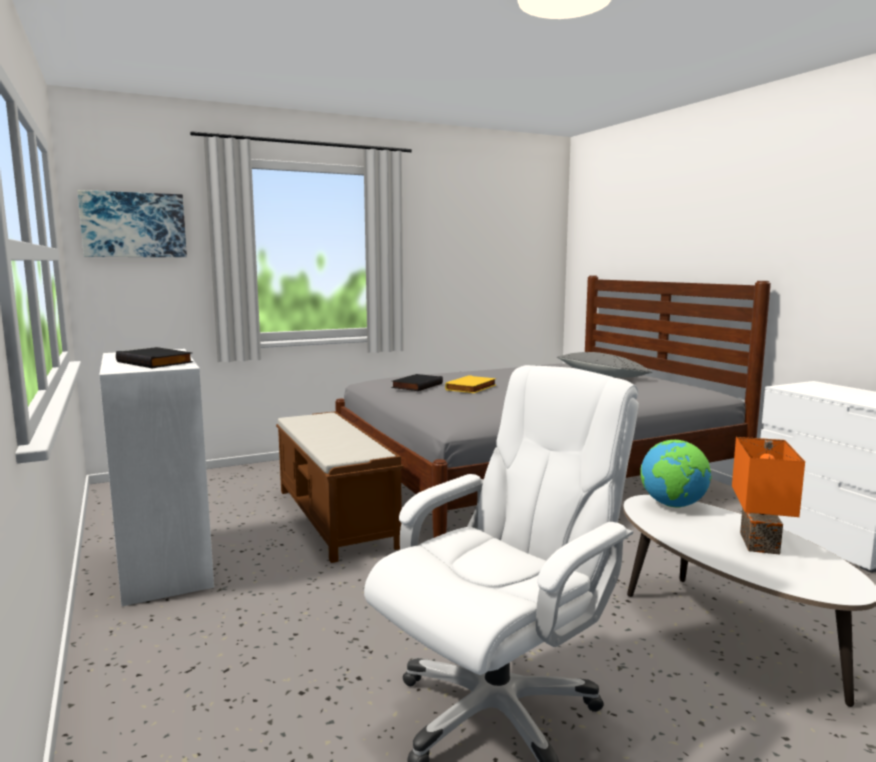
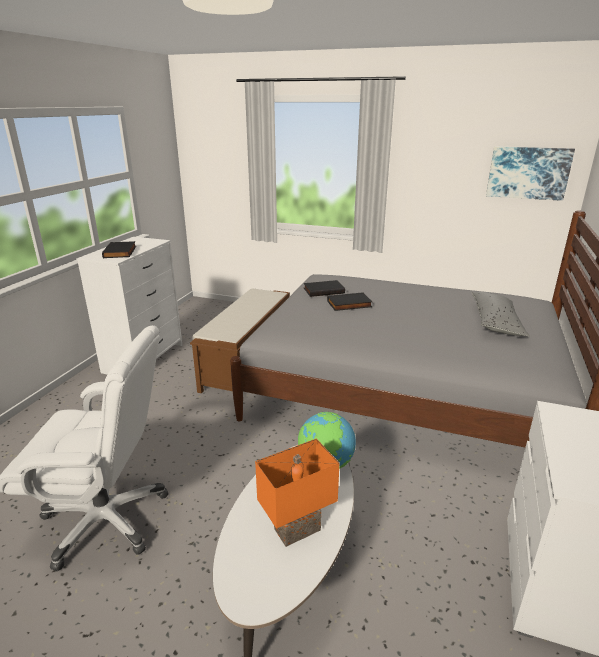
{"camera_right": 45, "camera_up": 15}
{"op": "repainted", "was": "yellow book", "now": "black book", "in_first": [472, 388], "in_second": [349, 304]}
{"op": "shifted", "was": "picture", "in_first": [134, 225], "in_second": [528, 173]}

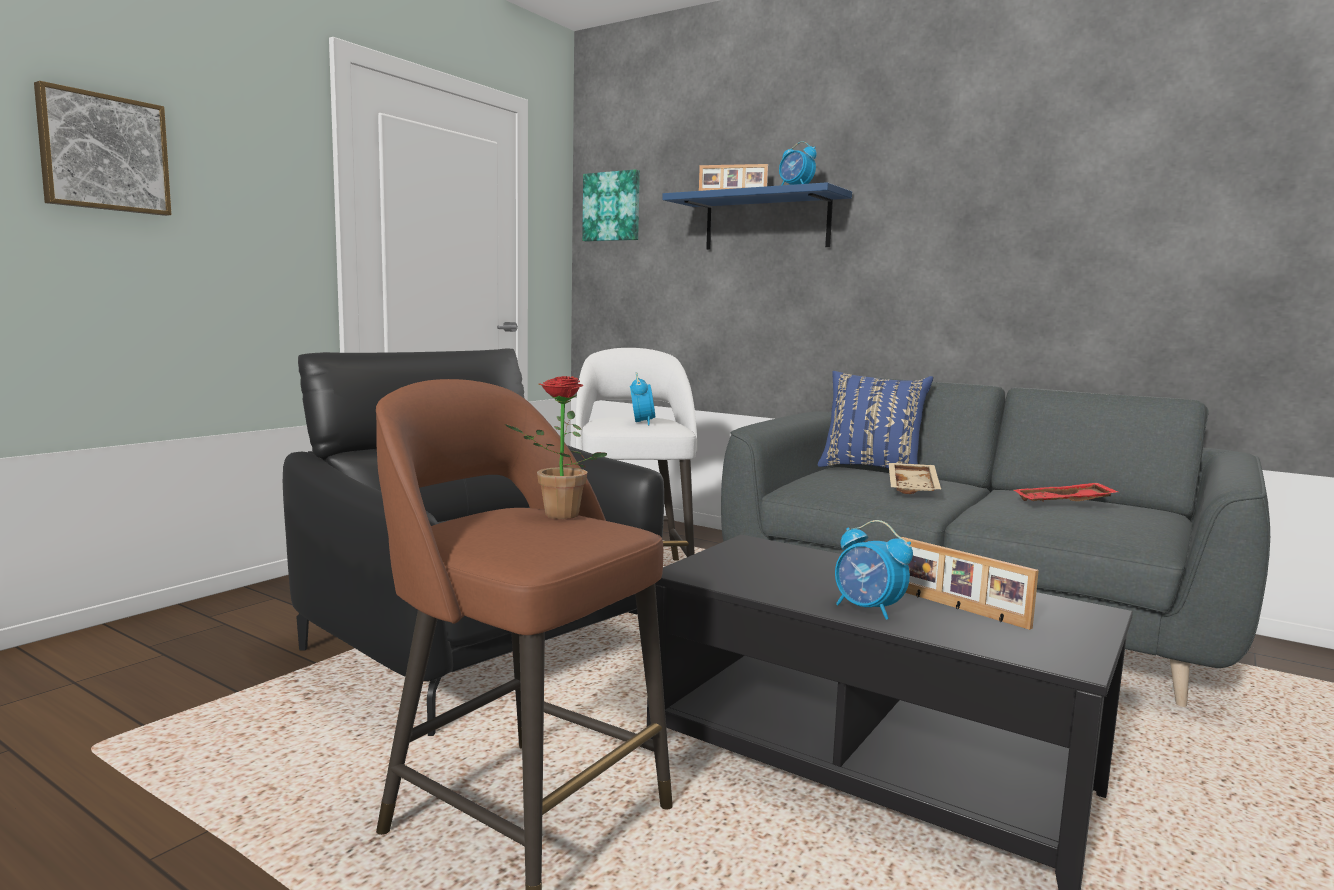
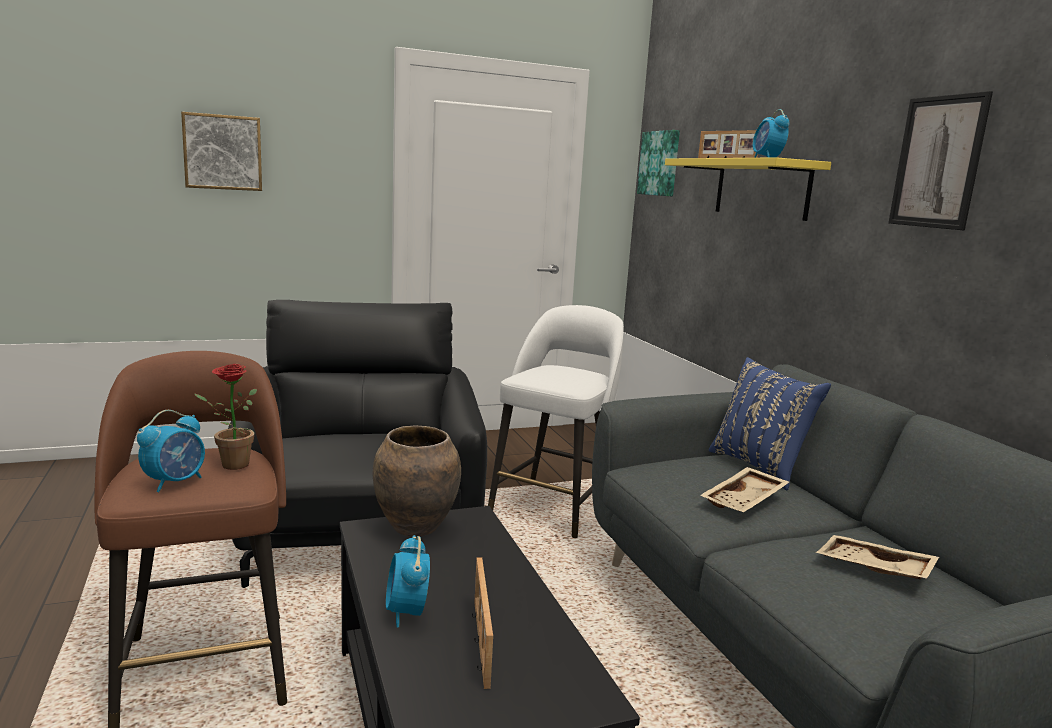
{"camera_right": 35, "camera_up": 5}
{"op": "shifted", "was": "alarm clock", "in_first": [642, 423], "in_second": [175, 482]}
{"op": "new", "now": "brown vase", "in_second": [416, 527]}
{"op": "repainted", "was": "blue shelf", "now": "yellow shelf", "in_first": [767, 222], "in_second": [761, 189]}
{"op": "repainted", "was": "red tray", "now": "beige tray", "in_first": [1063, 504], "in_second": [873, 569]}
{"op": "new", "now": "picture", "in_second": [938, 162]}

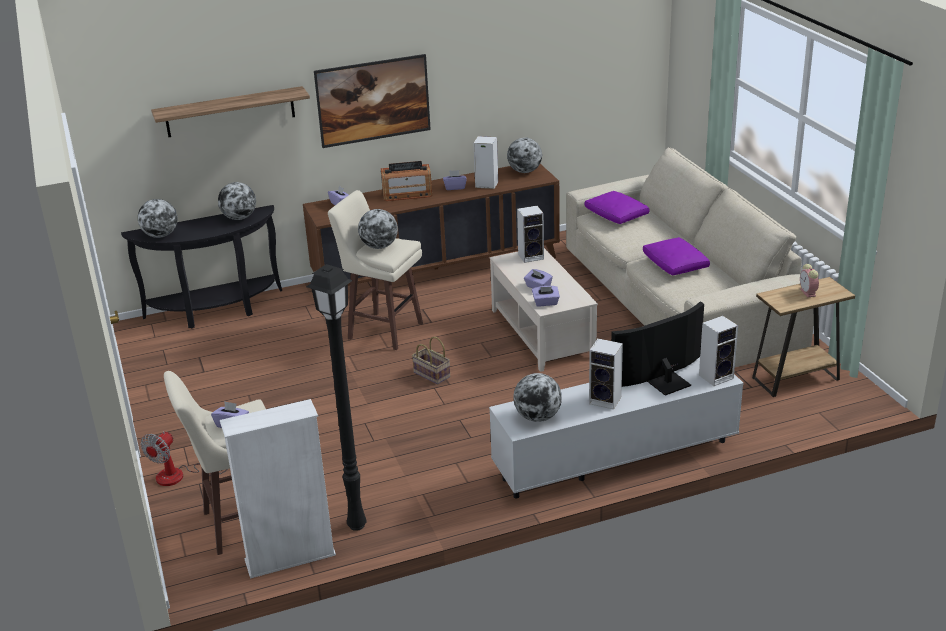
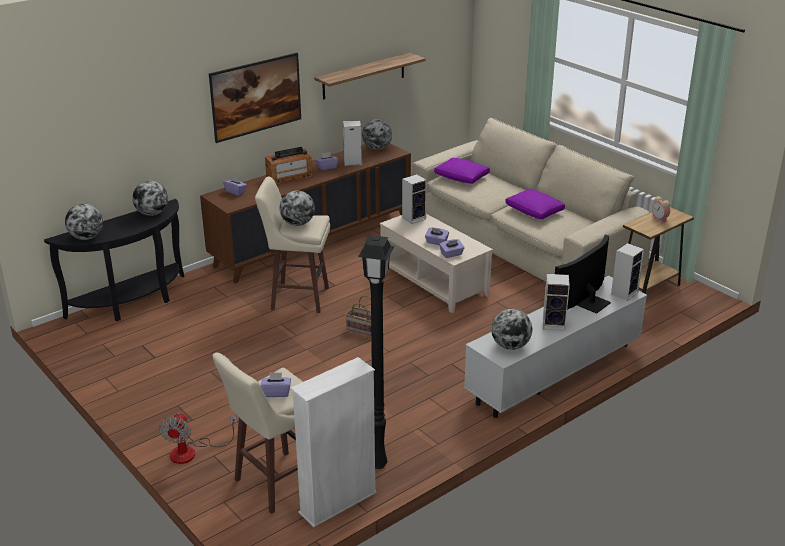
{"camera_right": -20, "camera_up": 0}
{"op": "shifted", "was": "shelf", "in_first": [230, 112], "in_second": [364, 76]}

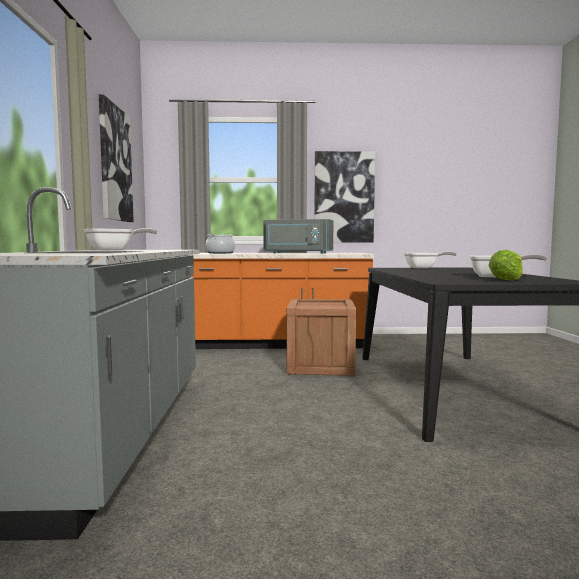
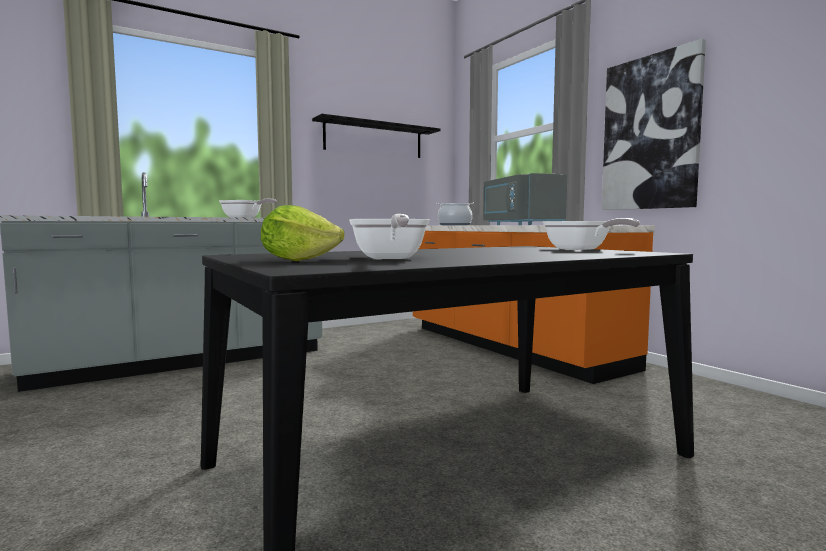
{"camera_right": 60, "camera_up": 0}
{"op": "swapped", "was": "picture", "now": "black shelf", "in_first": [115, 164], "in_second": [374, 139]}
{"op": "gone", "was": "crate", "in_first": [321, 366]}

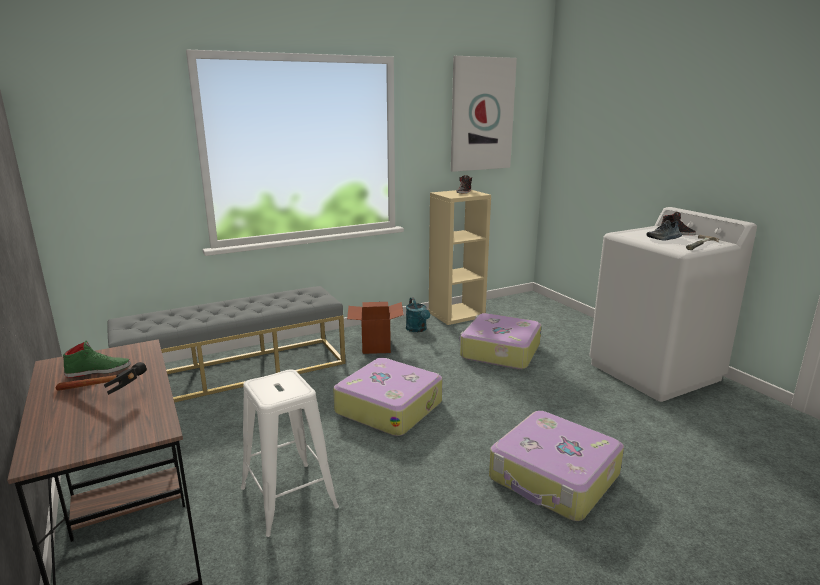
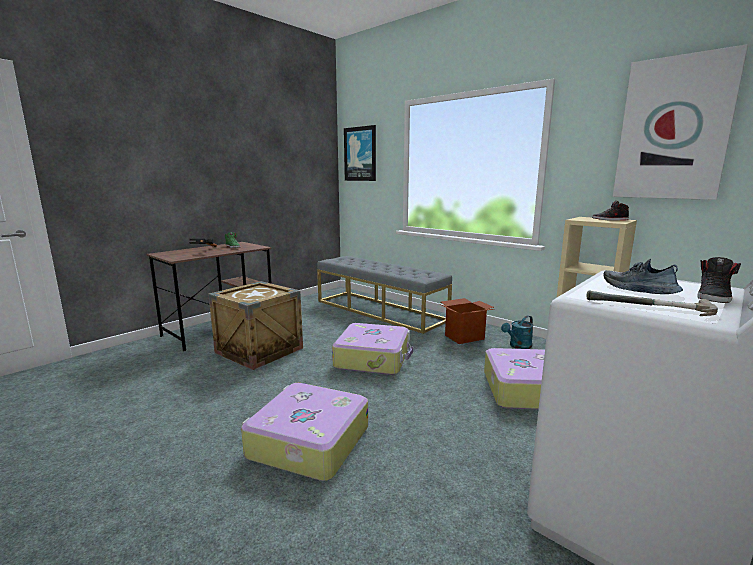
{"camera_right": 70, "camera_up": -5}
{"op": "swapped", "was": "white stool", "now": "crate", "in_first": [288, 497], "in_second": [259, 350]}
{"op": "new", "now": "picture", "in_second": [360, 154]}

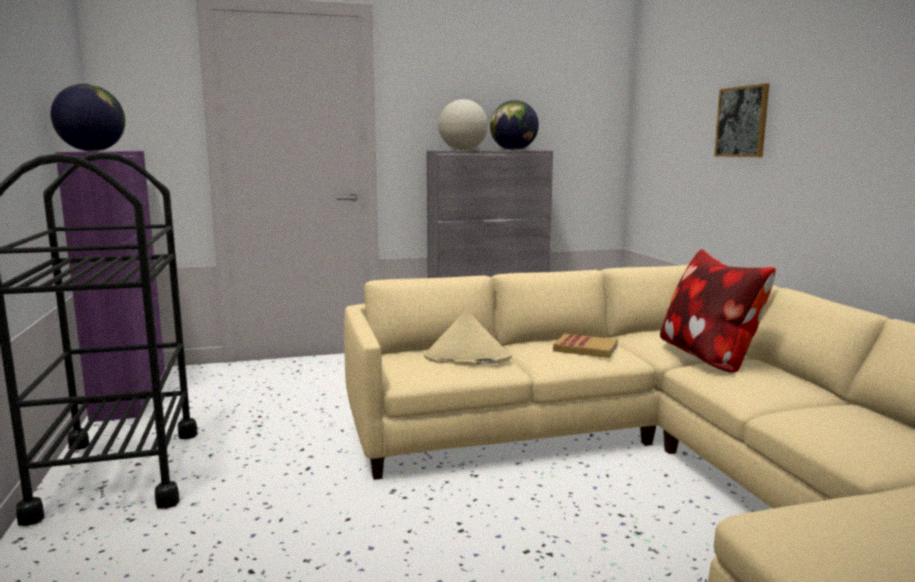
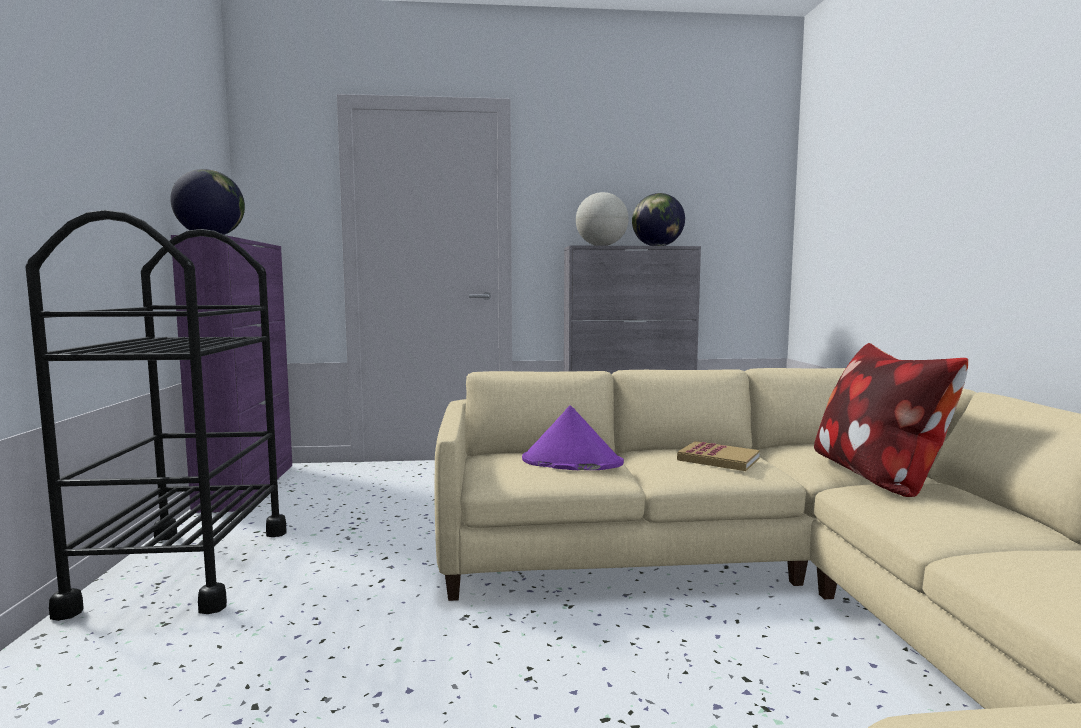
{"camera_right": 10, "camera_up": -5}
{"op": "repainted", "was": "beige hat", "now": "purple hat", "in_first": [467, 357], "in_second": [571, 462]}
{"op": "gone", "was": "picture", "in_first": [742, 122]}

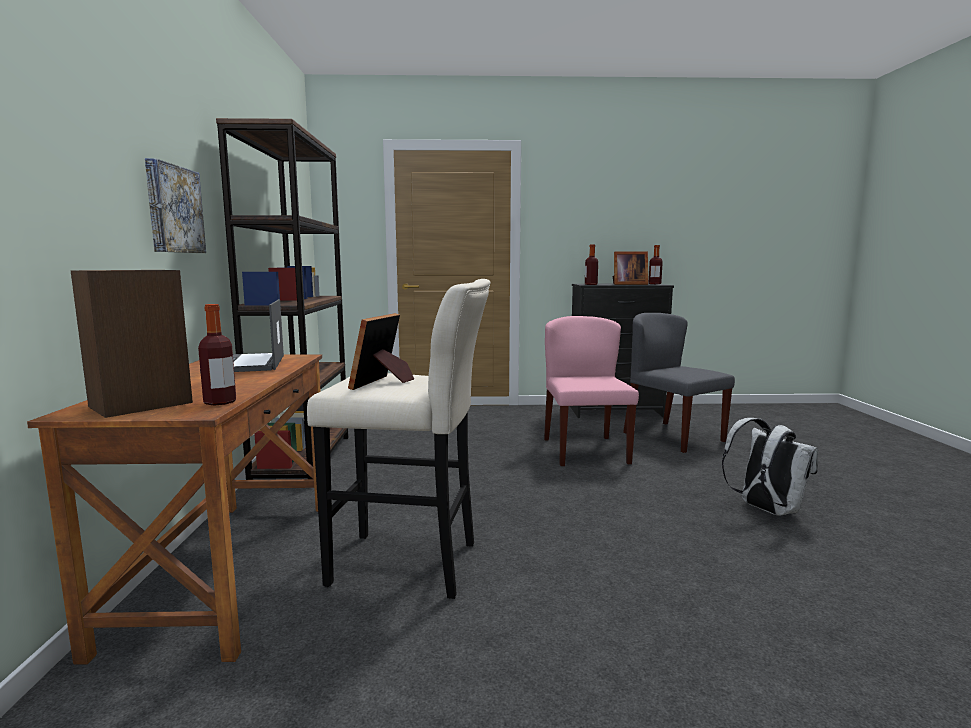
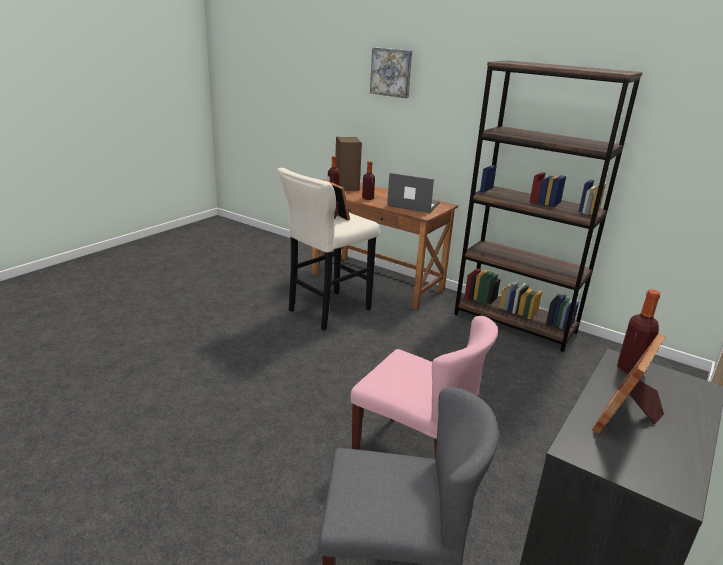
{"camera_right": 125, "camera_up": 15}
{"op": "shifted", "was": "bottle", "in_first": [654, 284], "in_second": [367, 198]}
{"op": "shifted", "was": "picture", "in_first": [172, 209], "in_second": [391, 72]}
{"op": "gone", "was": "white backpack", "in_first": [765, 509]}

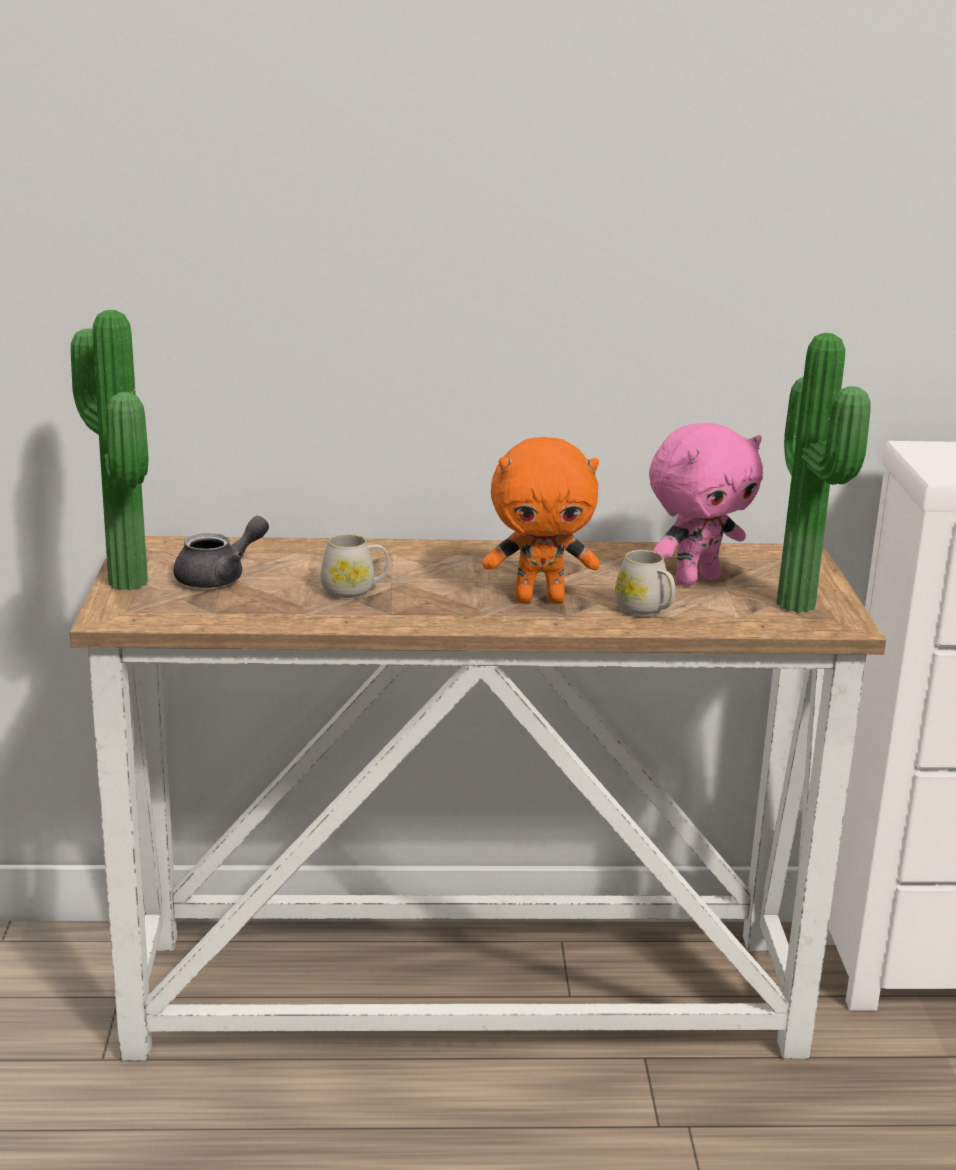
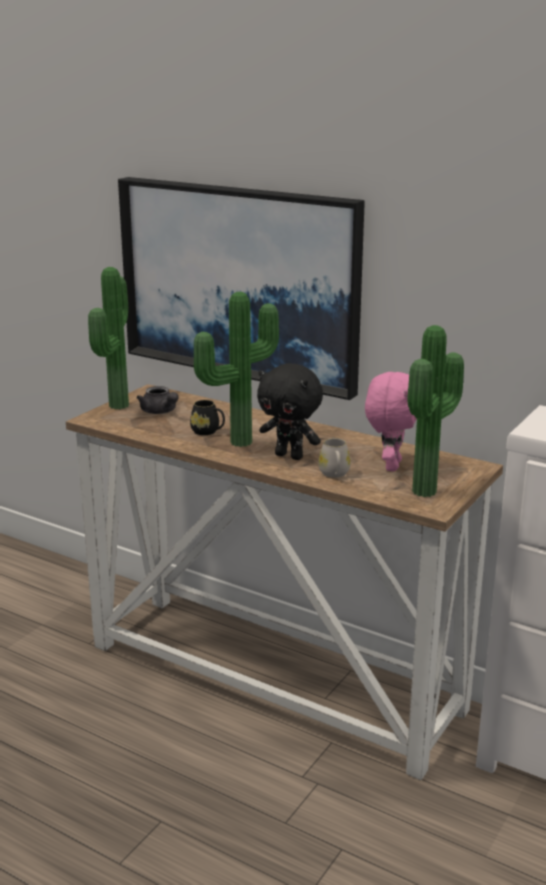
{"camera_right": 35, "camera_up": 0}
{"op": "new", "now": "picture", "in_second": [239, 282]}
{"op": "rotated", "was": "grey teapot", "in_first": [220, 577], "in_second": [160, 412], "clockwise": 60}
{"op": "repainted", "was": "white mug", "now": "black mug", "in_first": [354, 591], "in_second": [208, 431]}
{"op": "new", "now": "potted plant", "in_second": [238, 441]}
{"op": "repainted", "was": "orange plush toy", "now": "black plush toy", "in_first": [540, 599], "in_second": [290, 456]}
{"op": "rotated", "was": "pink plush toy", "in_first": [696, 579], "in_second": [391, 465], "clockwise": -75}

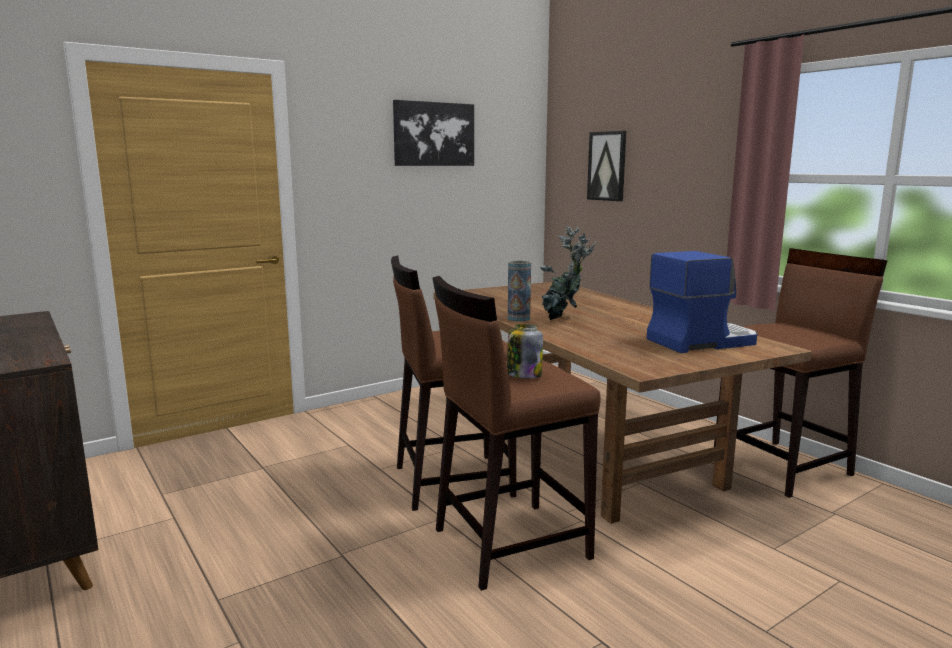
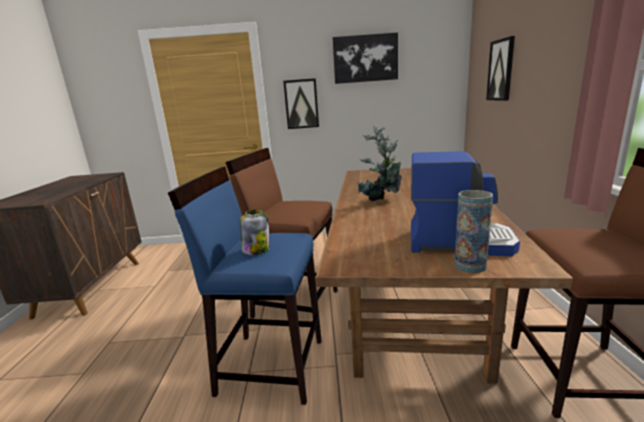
{"camera_right": 35, "camera_up": 5}
{"op": "repainted", "was": "brown stool", "now": "blue stool", "in_first": [509, 543], "in_second": [270, 365]}
{"op": "new", "now": "picture", "in_second": [301, 104]}
{"op": "shifted", "was": "vase", "in_first": [518, 319], "in_second": [470, 265]}

